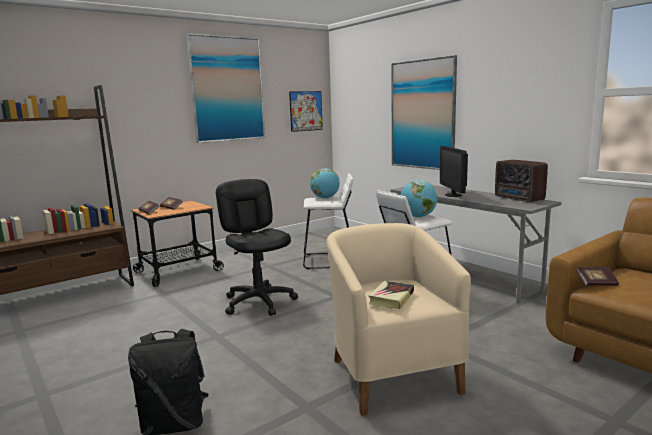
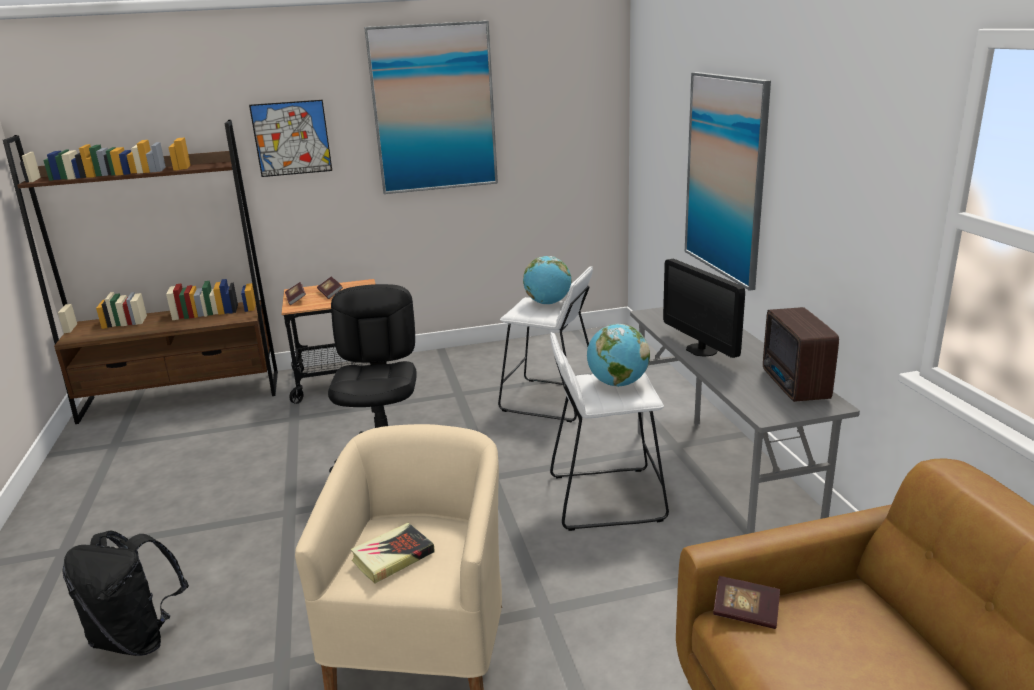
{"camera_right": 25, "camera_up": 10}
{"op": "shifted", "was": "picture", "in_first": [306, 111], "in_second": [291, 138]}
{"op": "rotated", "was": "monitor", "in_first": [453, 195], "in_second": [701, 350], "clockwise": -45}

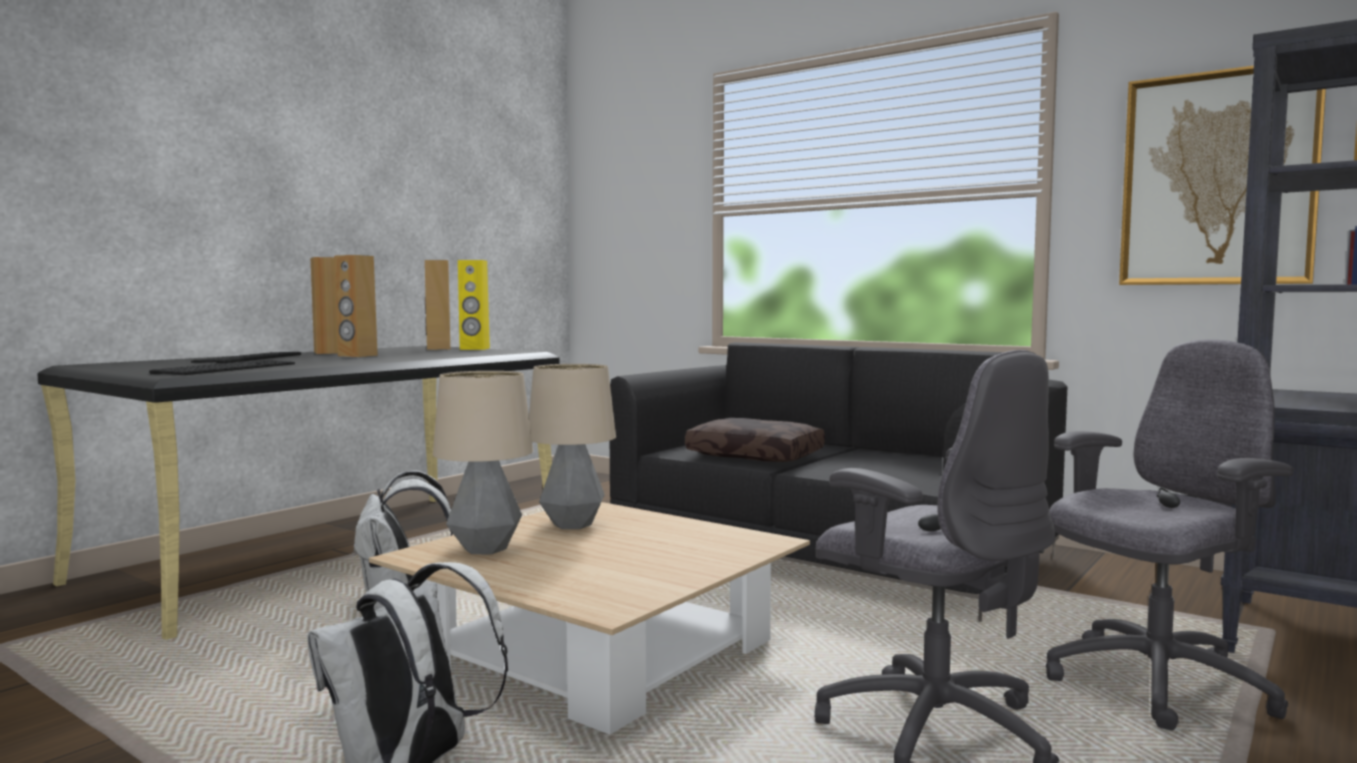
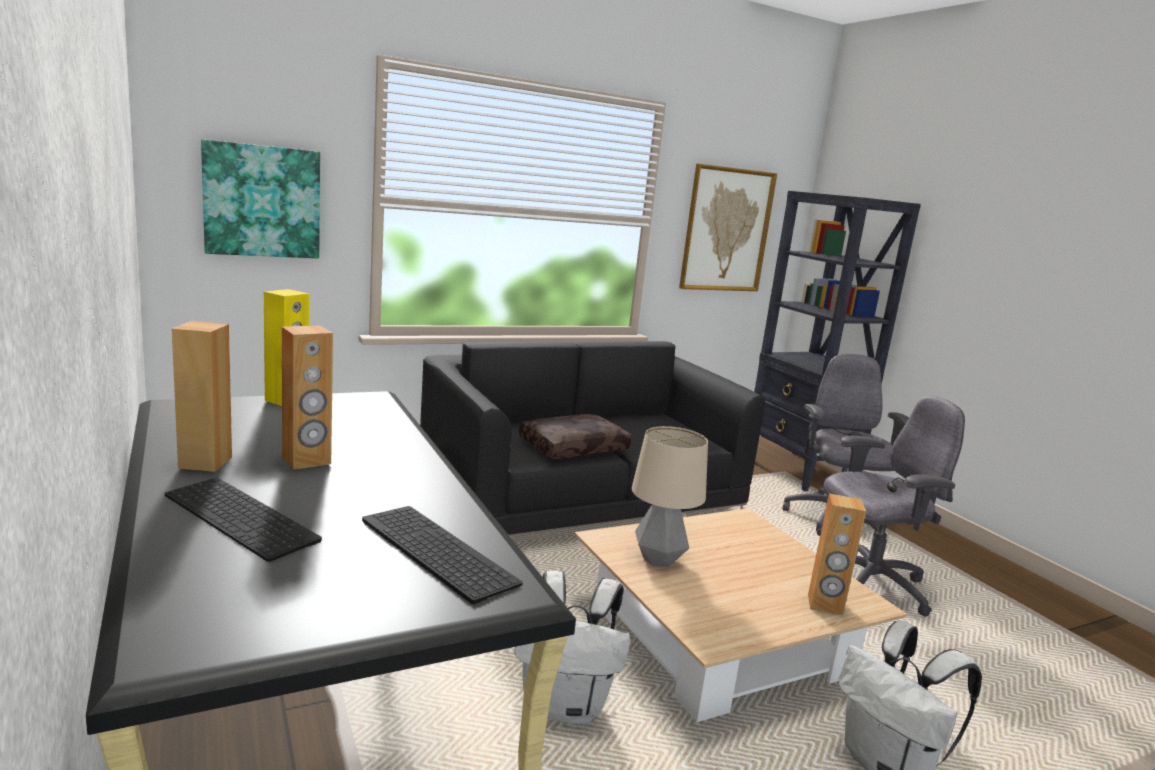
{"camera_right": -65, "camera_up": 10}
{"op": "new", "now": "picture", "in_second": [262, 201]}
{"op": "shifted", "was": "brown speaker", "in_first": [438, 348], "in_second": [825, 605]}
{"op": "gone", "was": "table lamp", "in_first": [485, 549]}

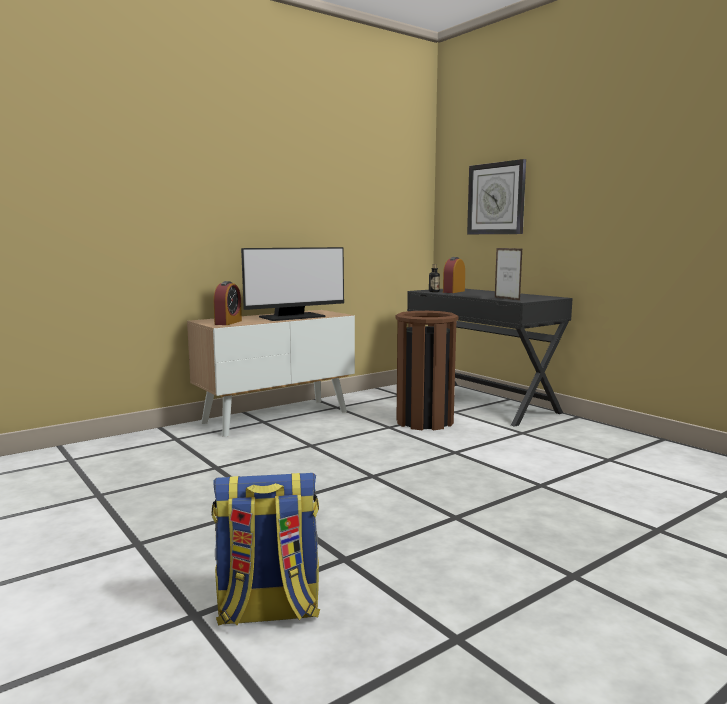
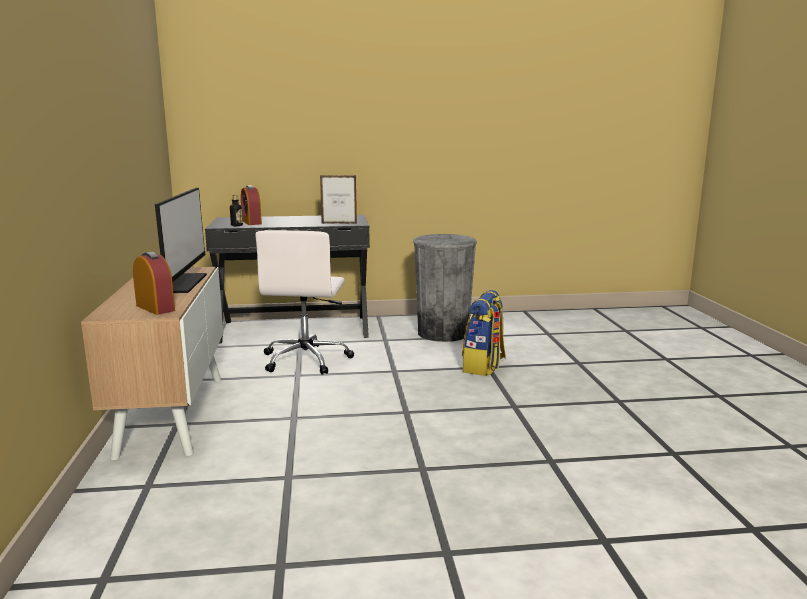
{"camera_right": -60, "camera_up": 5}
{"op": "swapped", "was": "brown trash can", "now": "white office chair", "in_first": [424, 421], "in_second": [306, 359]}
{"op": "new", "now": "grey trash can", "in_second": [443, 333]}
{"op": "shifted", "was": "backpack", "in_first": [268, 611], "in_second": [484, 367]}
{"op": "gone", "was": "wall clock", "in_first": [496, 198]}

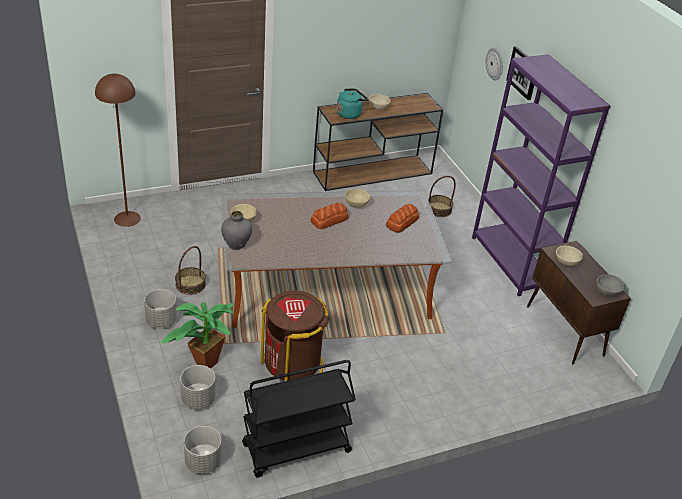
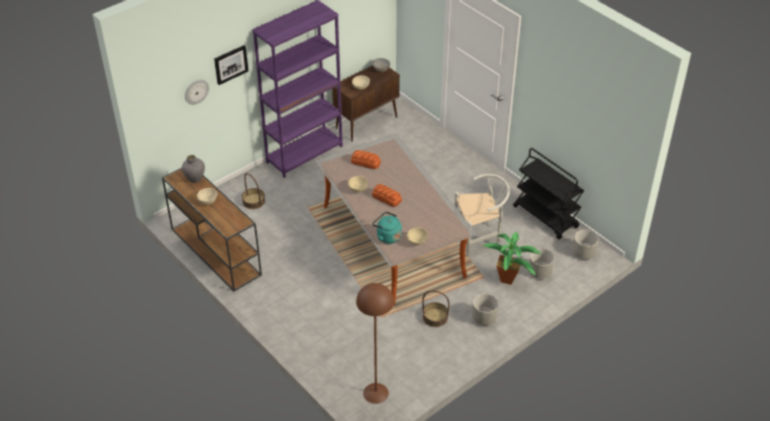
{"camera_right": -105, "camera_up": 5}
{"op": "shifted", "was": "grey vase", "in_first": [236, 245], "in_second": [195, 179]}
{"op": "shifted", "was": "turquoise kettle", "in_first": [350, 114], "in_second": [387, 236]}
{"op": "swapped", "was": "brown trash can", "now": "white chair", "in_first": [293, 364], "in_second": [480, 237]}

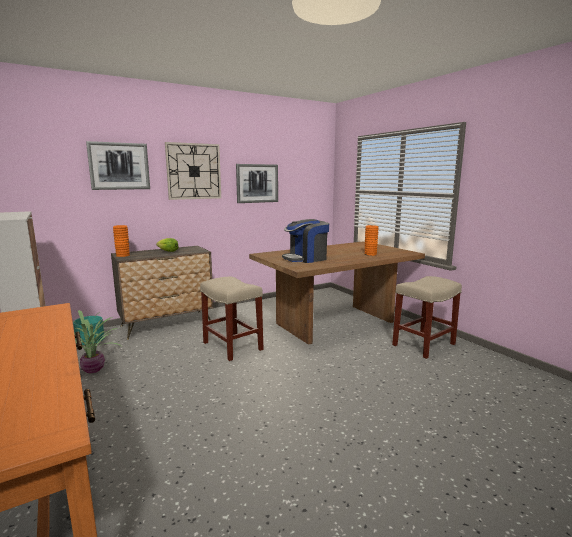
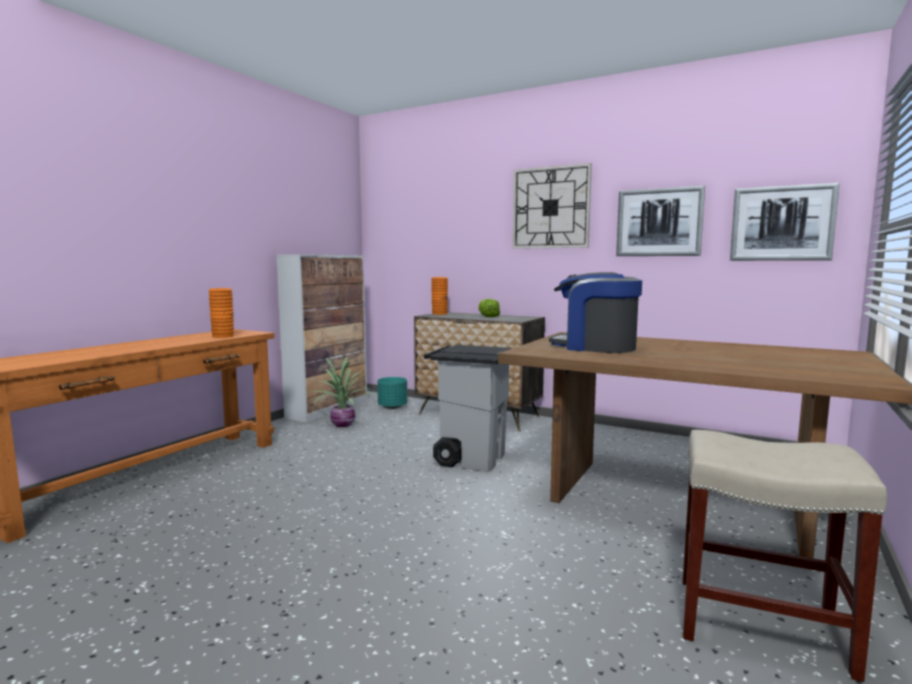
{"camera_right": 60, "camera_up": -5}
{"op": "shifted", "was": "orange vase", "in_first": [370, 254], "in_second": [223, 336]}
{"op": "swapped", "was": "beige stool", "now": "grey trash can", "in_first": [232, 346], "in_second": [471, 458]}
{"op": "shifted", "was": "picture", "in_first": [119, 166], "in_second": [781, 223]}

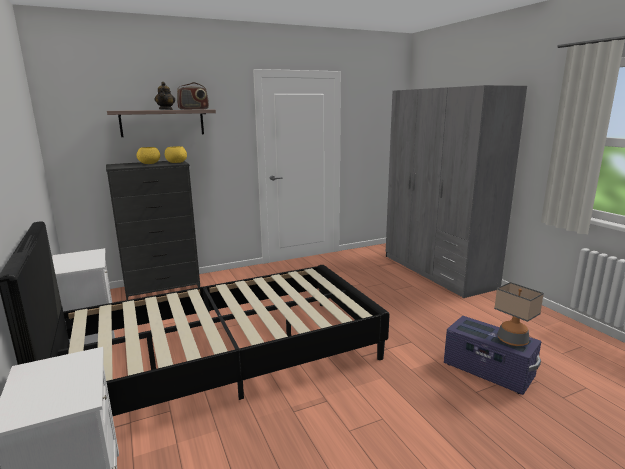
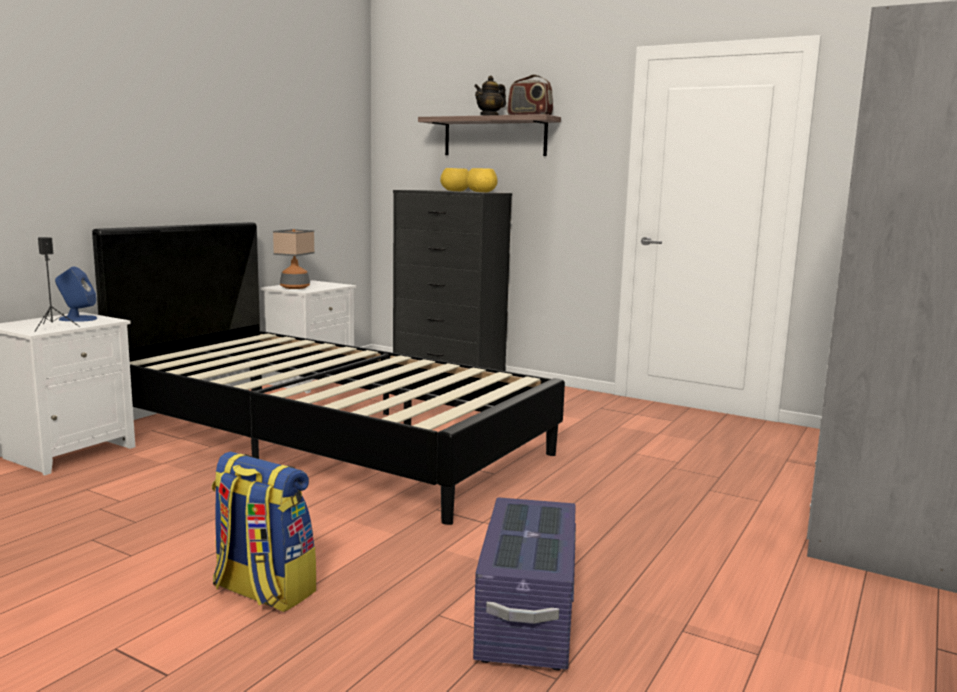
{"camera_right": 55, "camera_up": -5}
{"op": "new", "now": "black speaker", "in_second": [53, 327]}
{"op": "new", "now": "blue speaker", "in_second": [77, 319]}
{"op": "new", "now": "backpack", "in_second": [262, 591]}
{"op": "shifted", "was": "table lamp", "in_first": [512, 340], "in_second": [295, 287]}

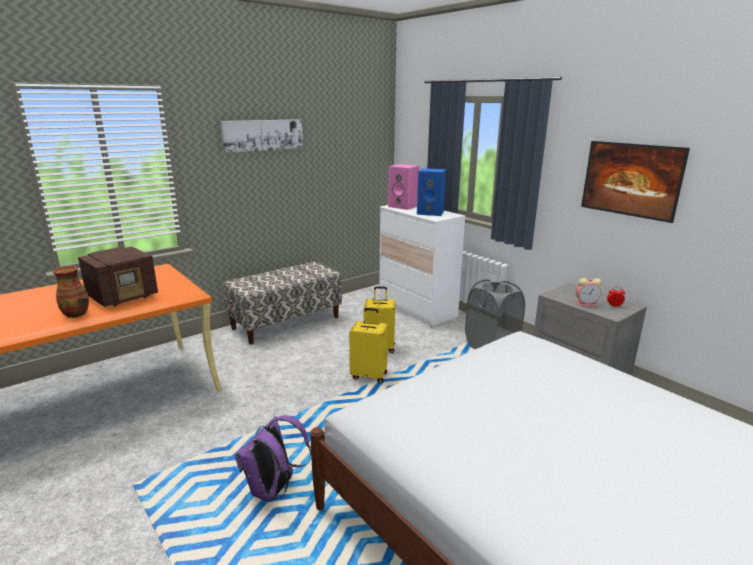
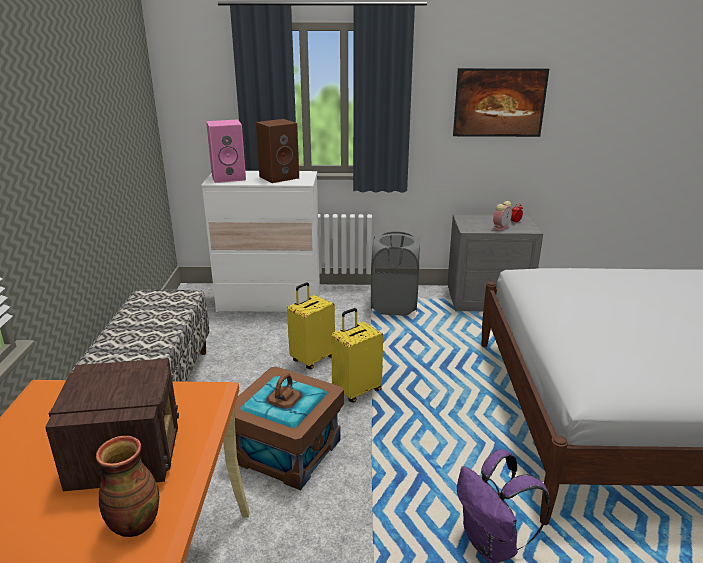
{"camera_right": -50, "camera_up": 5}
{"op": "new", "now": "brown storage box", "in_second": [287, 450]}
{"op": "repainted", "was": "blue speaker", "now": "brown speaker", "in_first": [431, 213], "in_second": [279, 177]}
{"op": "gone", "was": "picture", "in_first": [263, 135]}

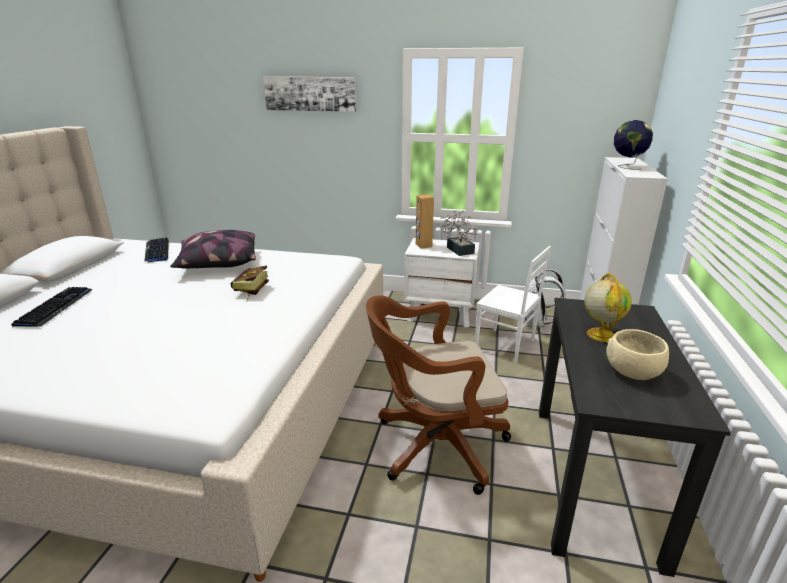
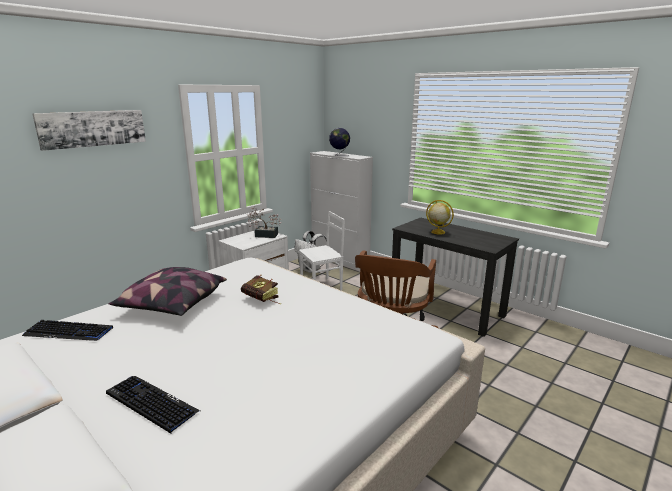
{"camera_right": -60, "camera_up": -5}
{"op": "gone", "was": "brown speaker", "in_first": [423, 245]}
{"op": "gone", "was": "beige bowl", "in_first": [632, 372]}

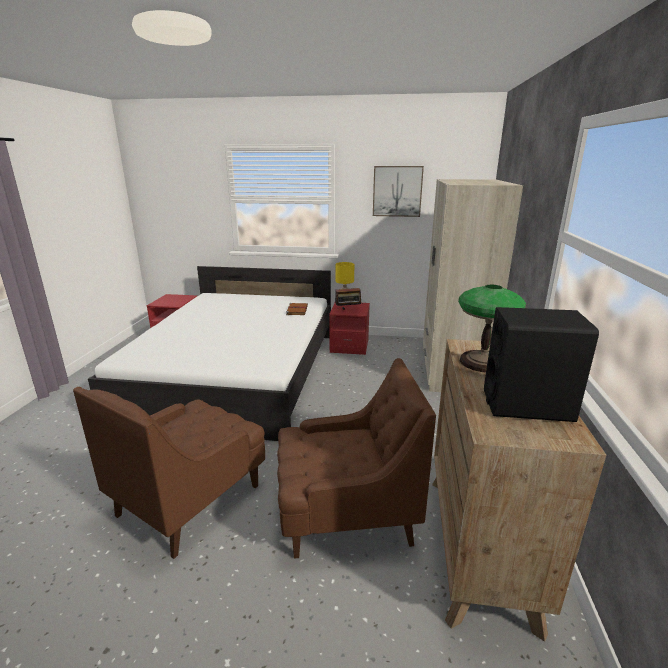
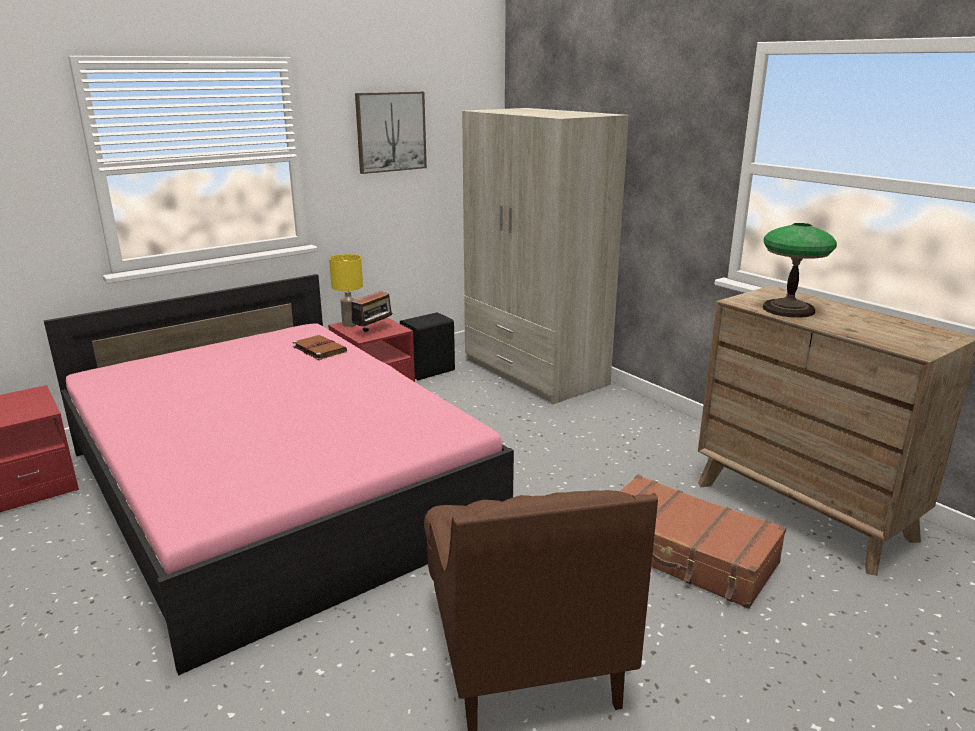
{"camera_right": -45, "camera_up": 0}
{"op": "repainted", "was": "white bed", "now": "pink bed", "in_first": [237, 372], "in_second": [274, 487]}
{"op": "shifted", "was": "black speaker", "in_first": [527, 405], "in_second": [428, 370]}
{"op": "swapped", "was": "brown armchair", "now": "brown suitcase", "in_first": [345, 514], "in_second": [685, 554]}

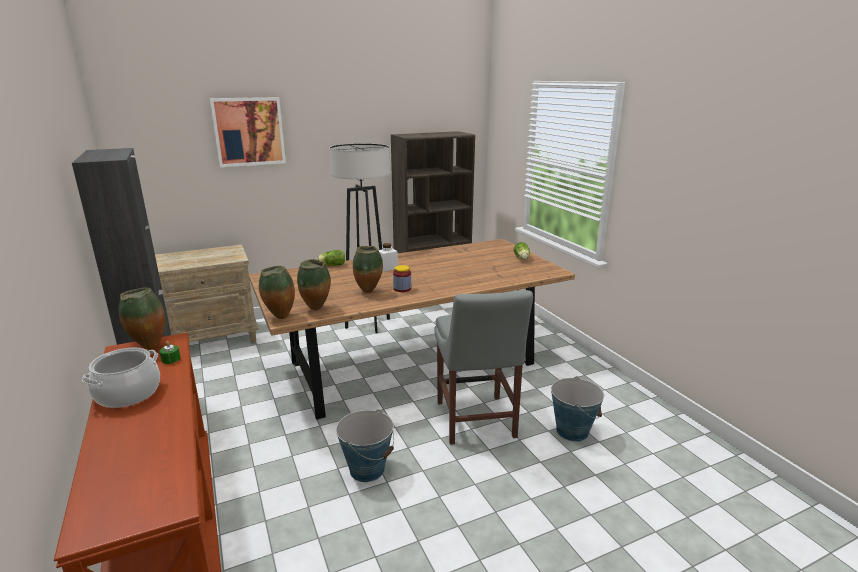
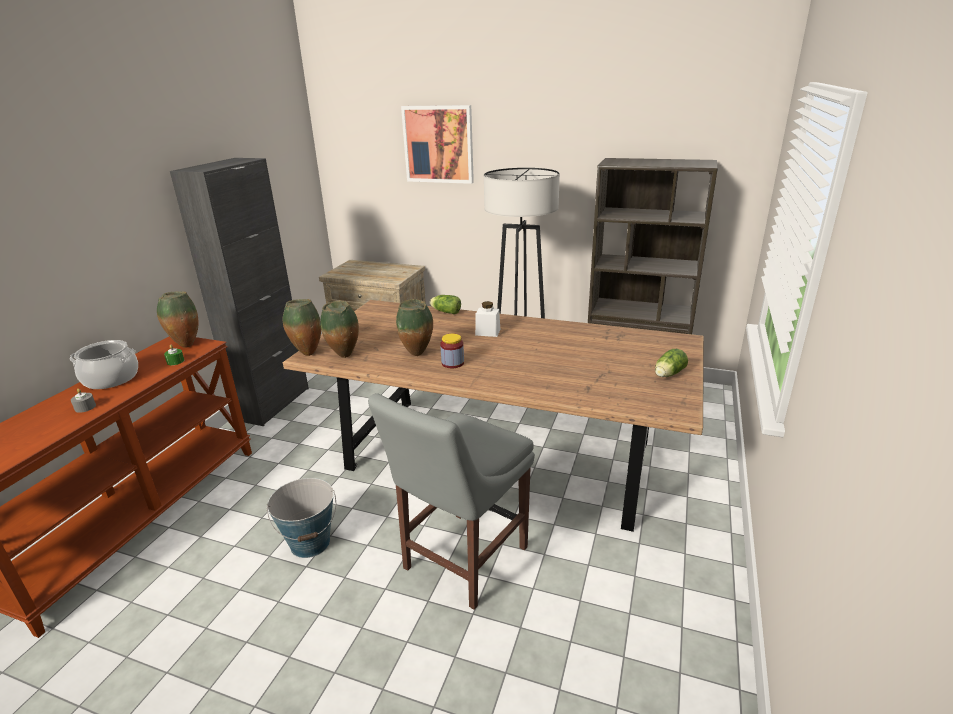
{"camera_right": 45, "camera_up": 5}
{"op": "new", "now": "grey candle", "in_second": [85, 407]}
{"op": "gone", "was": "bucket", "in_first": [572, 431]}

